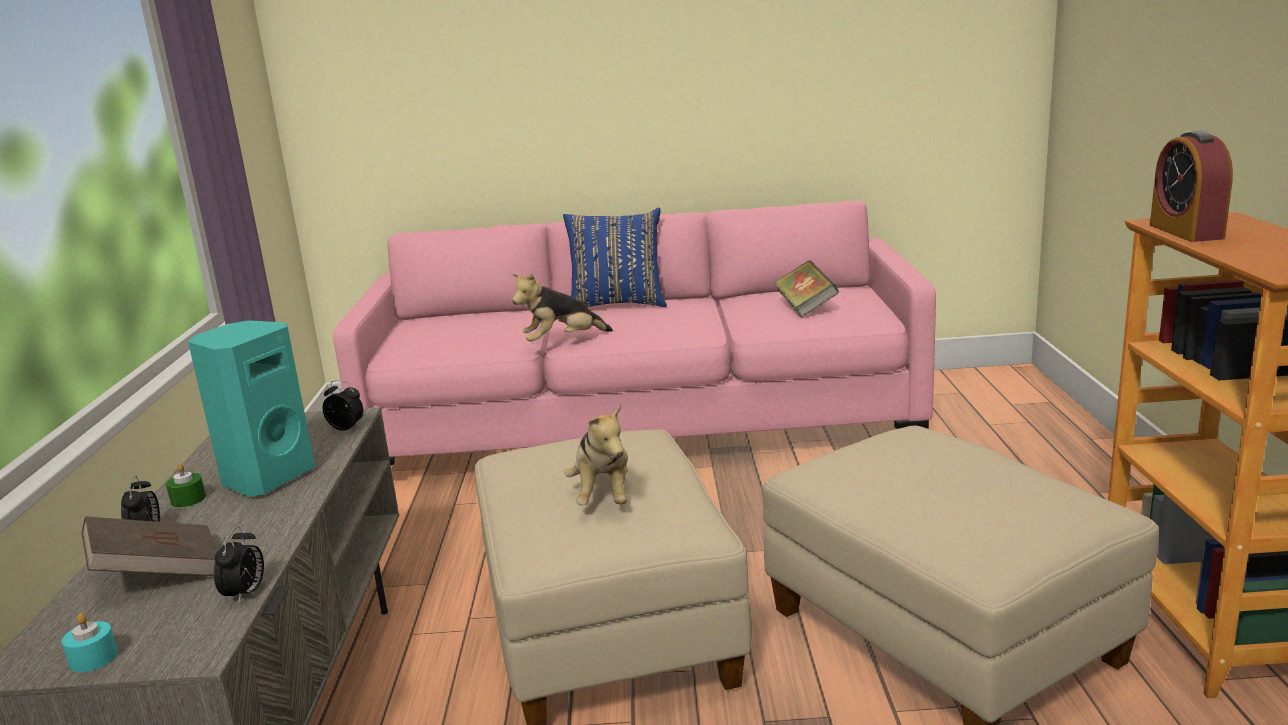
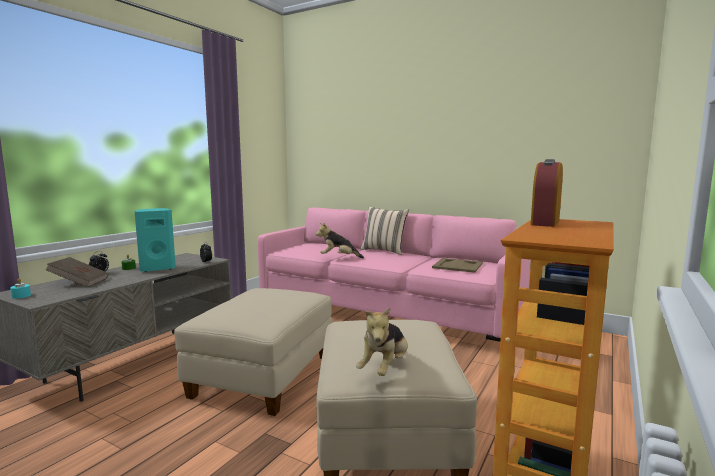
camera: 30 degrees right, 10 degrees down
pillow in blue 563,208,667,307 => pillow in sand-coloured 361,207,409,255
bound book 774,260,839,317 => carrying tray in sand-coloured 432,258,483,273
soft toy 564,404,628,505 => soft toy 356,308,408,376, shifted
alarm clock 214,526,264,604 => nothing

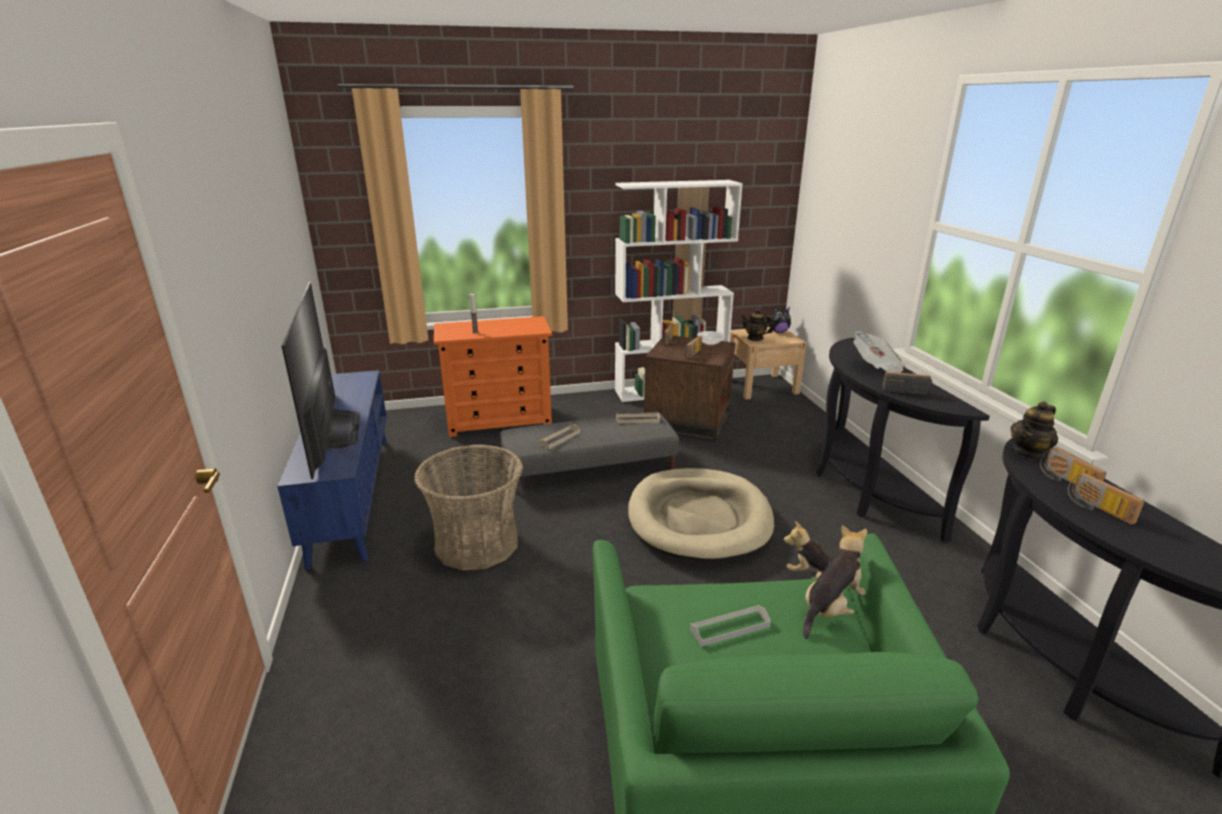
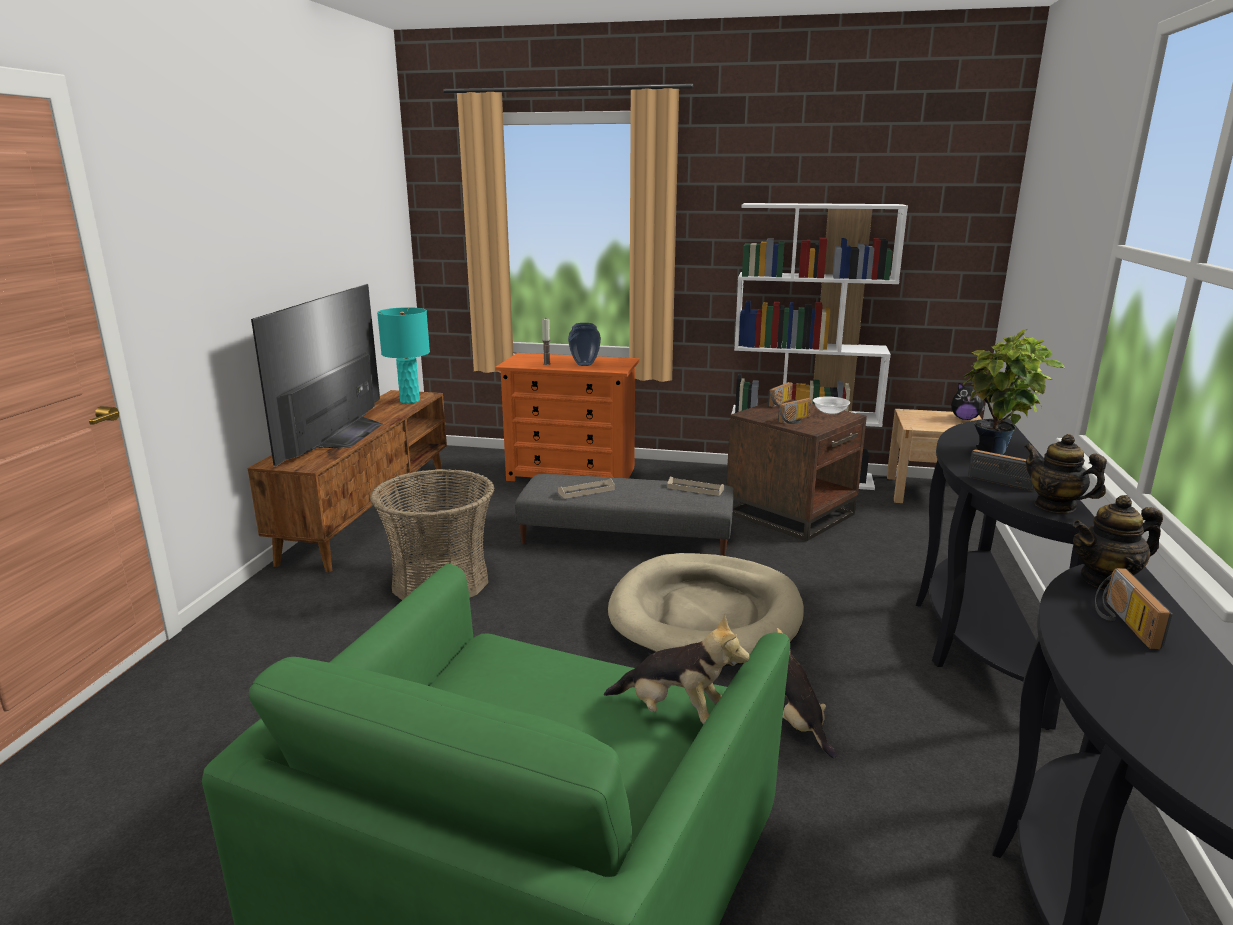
camera: 25 degrees right, 5 degrees down
tea pot 741,308,774,341 => tea pot 1024,434,1107,513, shifted
printed paper 853,331,906,373 => potted plant 963,329,1065,455
media console in blue 277,370,387,570 => media console in brownish 248,390,447,572
radio set 1067,473,1145,525 => nothing
soft toy 803,525,867,639 => soft toy 604,614,750,724, 45 degrees clockwise
carrying tray in grey 690,605,771,647 => nothing
nothing => tabletop lamp in blue-green 377,307,430,404
nothing => flower vase 568,323,601,366

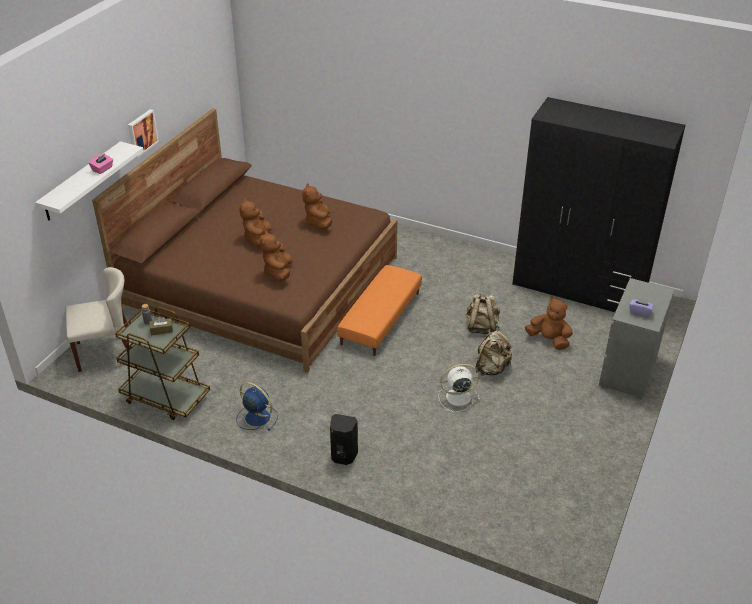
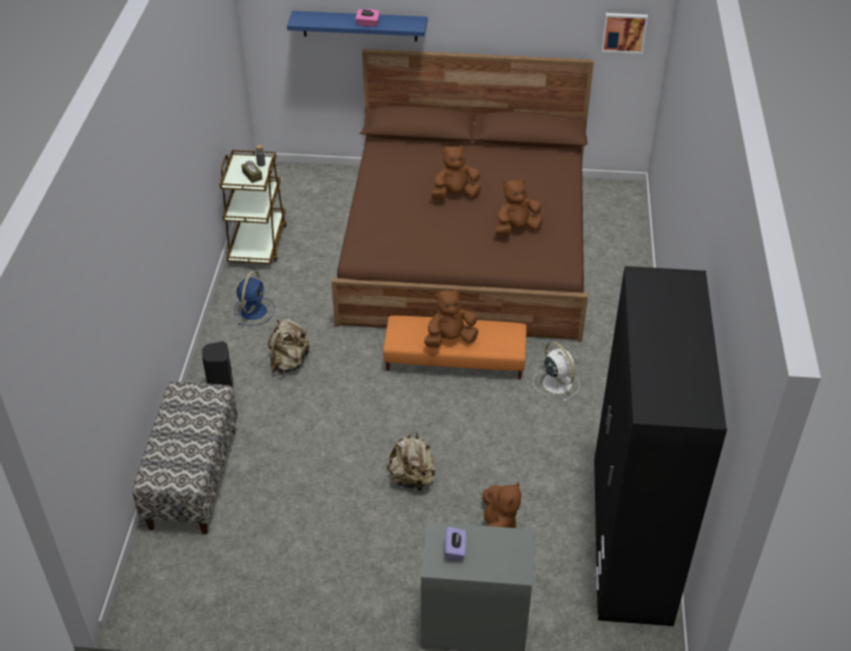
camera: 70 degrees right, 5 degrees up
picture 128,109,159,158 => picture 602,13,648,54, shifted
shelf in white-coloured 35,141,144,221 => shelf in blue 287,11,427,42
soft toy in brownish 259,230,293,282 => soft toy in brownish 424,289,479,348, shifted
plain chair in sand-coloured 65,267,130,372 => nothing
backpack in sand-coloured 466,293,500,334 => backpack in sand-coloured 268,319,311,375, shifted
fan in white-coloured 438,364,480,412 => fan in white-coloured 533,342,580,401, shifted
nothing => indoor bench 132,382,238,534

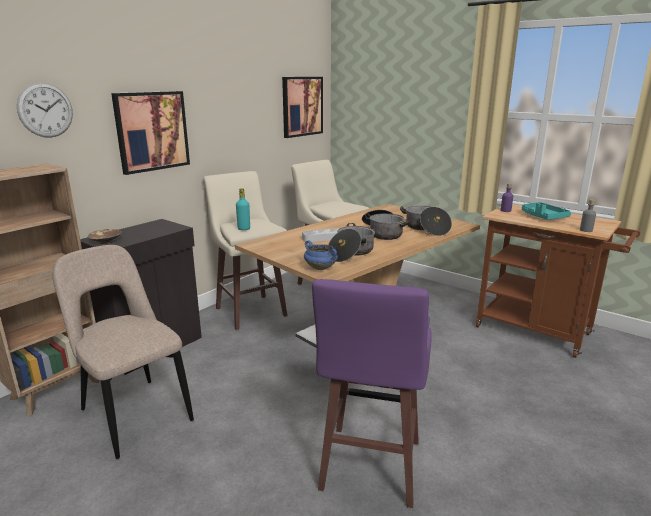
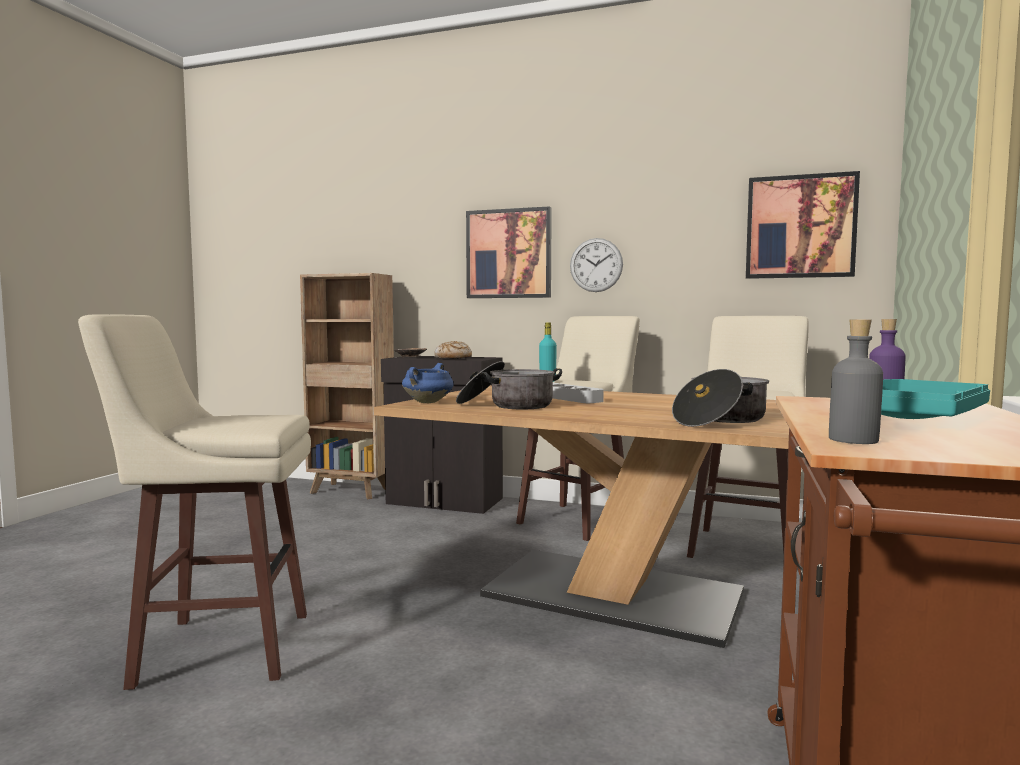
camera: 70 degrees right, 15 degrees down
wall clock 17,82,73,138 => wall clock 570,238,623,292, shifted
cooking pot 362,210,410,240 => nothing
plain chair in sand-coloured 52,245,194,459 => nothing
sitting stool in purplish 312,279,432,508 => sitting stool in sand-coloured 78,314,311,690
nothing => bread 434,341,472,359

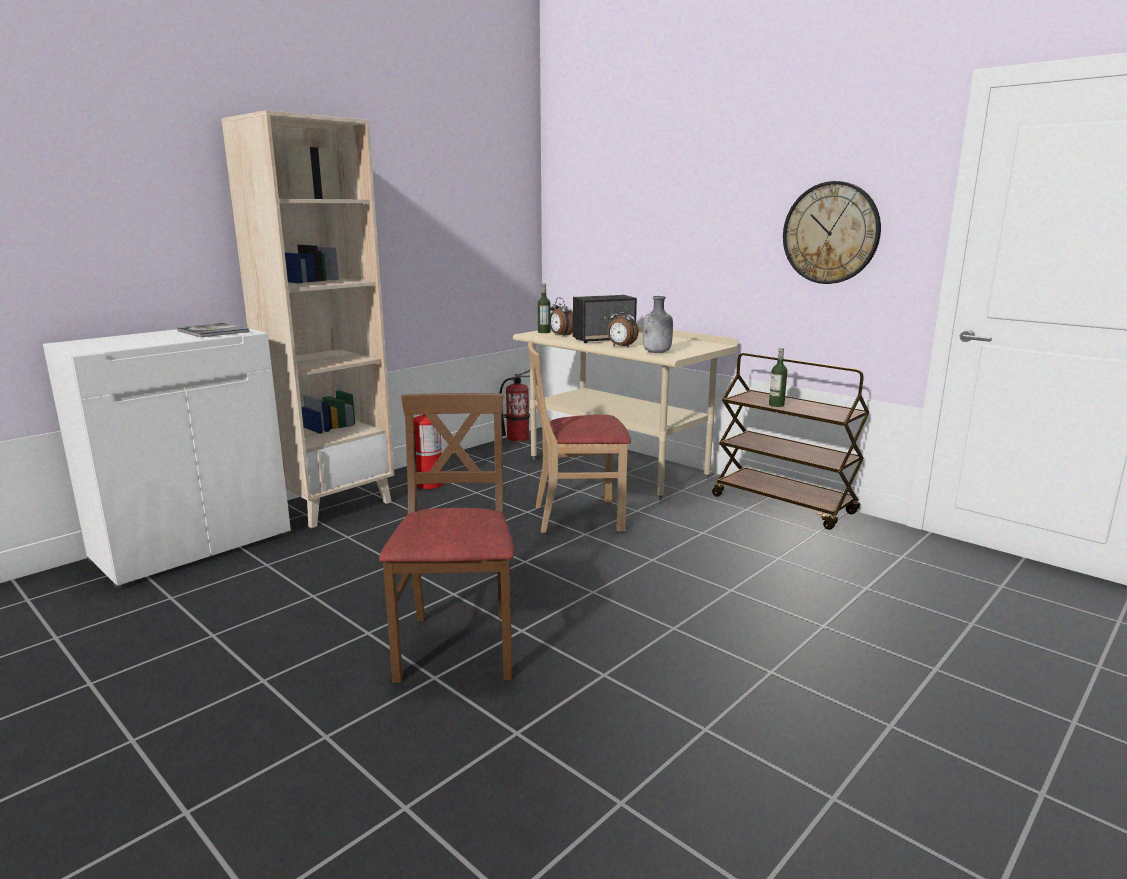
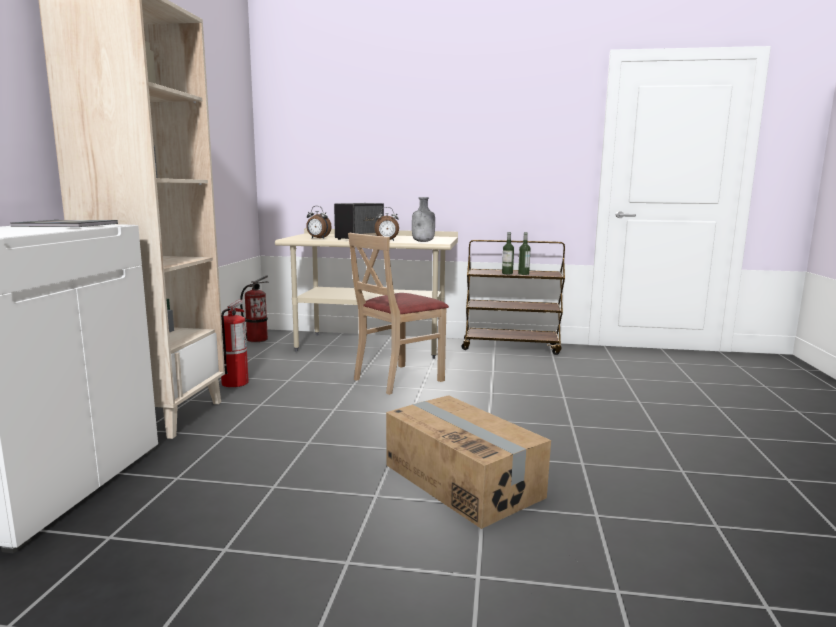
camera: 35 degrees left, 5 degrees down
wall clock 783,181,881,284 => nothing
bottle 538,284,551,333 => bottle 518,232,531,275, shifted
plain chair in brownish 379,393,514,683 => cardboard box 386,395,551,529

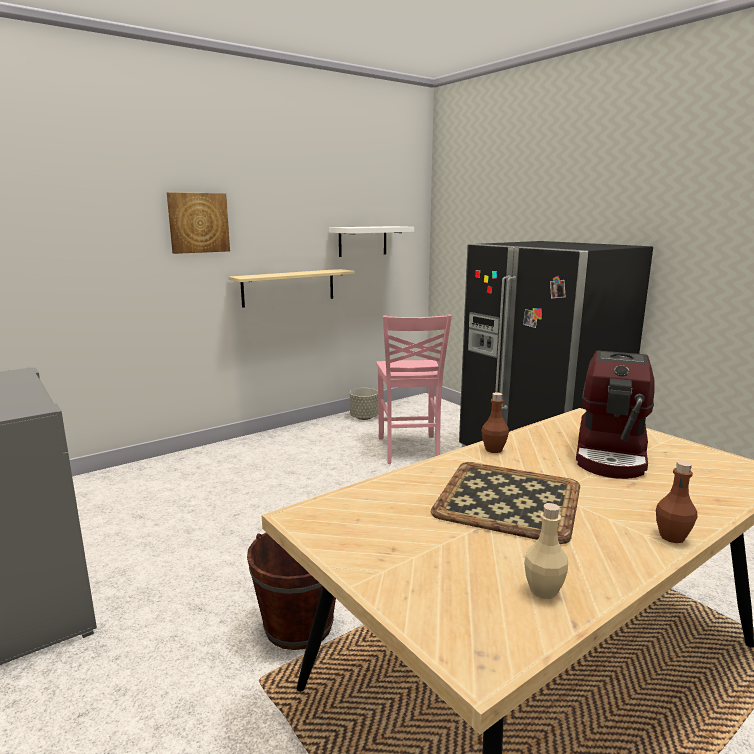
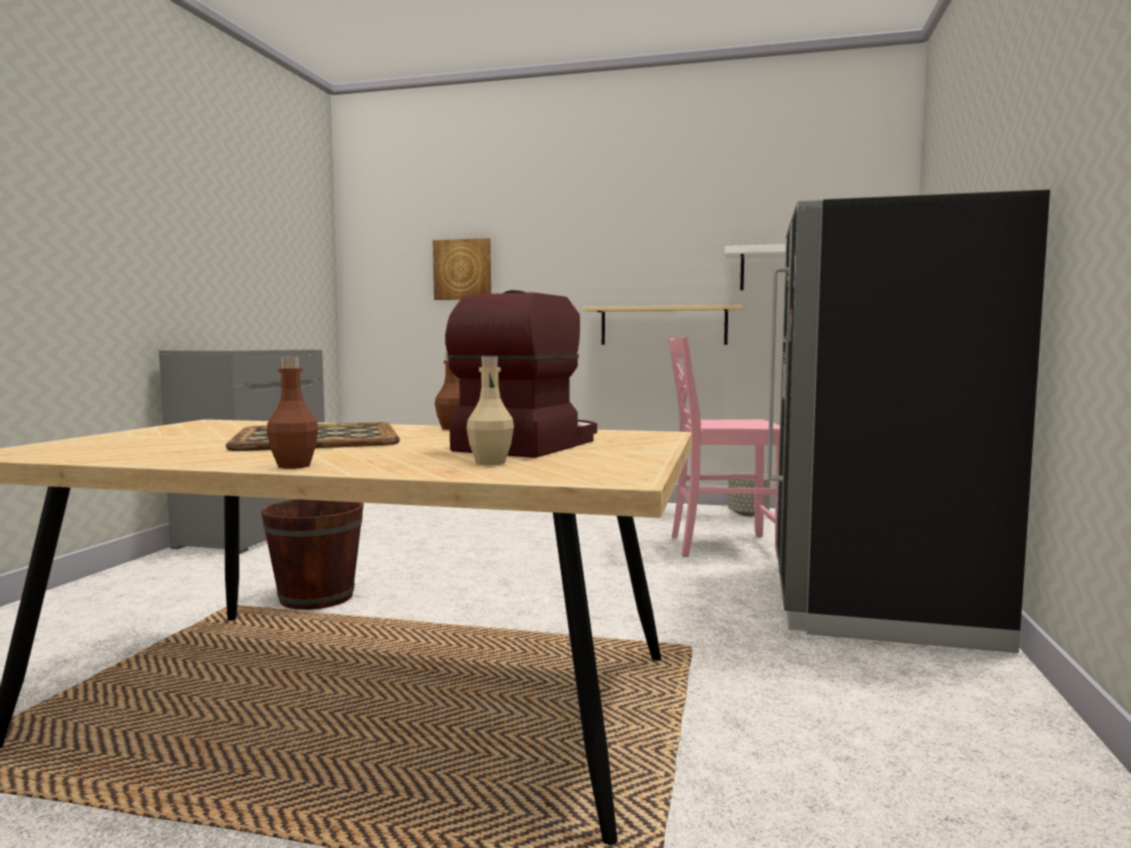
camera: 50 degrees right, 10 degrees down
picture 167,192,230,254 => picture 433,238,491,300, shifted
plain chair in pink-coloured 376,314,452,464 => plain chair in pink-coloured 668,336,780,558, 45 degrees clockwise
coffee maker 576,351,655,479 => coffee maker 445,290,597,458, 135 degrees clockwise
bottle in sand-coloured 524,503,568,599 => bottle in sand-coloured 466,356,514,465, shifted

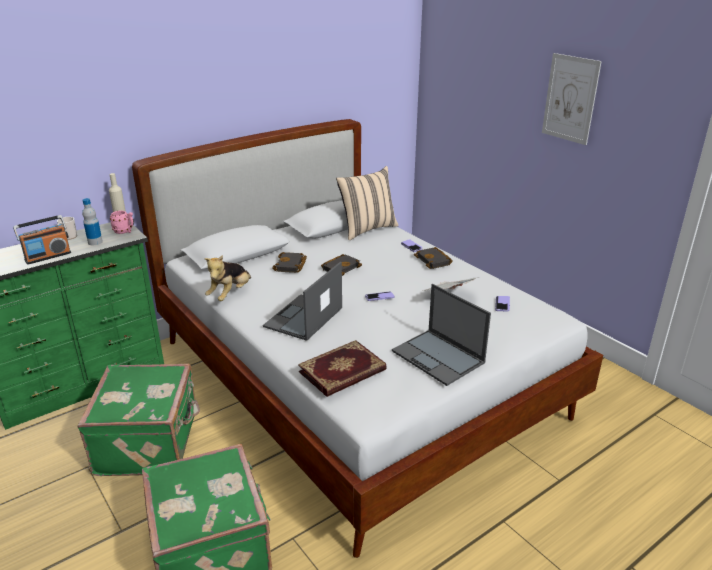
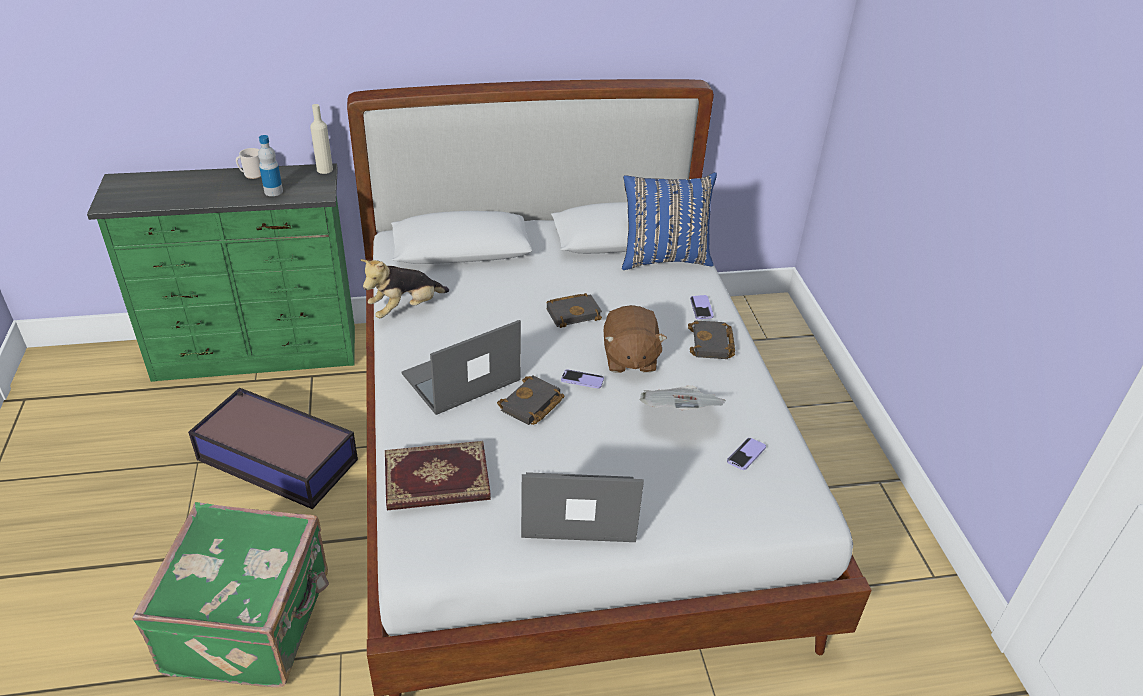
camera: 25 degrees right, 10 degrees up
picture 542,53,602,145 => nothing
pillow in sand-coloured 336,166,399,240 => pillow in blue 622,172,717,270
tea mug in pink-coloured 110,210,134,234 => nothing
radio set 13,215,71,265 => nothing
bound book in black 272,252,307,273 => bound book in black 497,375,565,425, shifted
notebook computer 392,284,491,386 => notebook computer 521,472,644,542, 105 degrees clockwise
travel case in green 77,364,200,476 => storage bin 188,388,358,509
nothing => soft toy in brownish 604,305,667,373

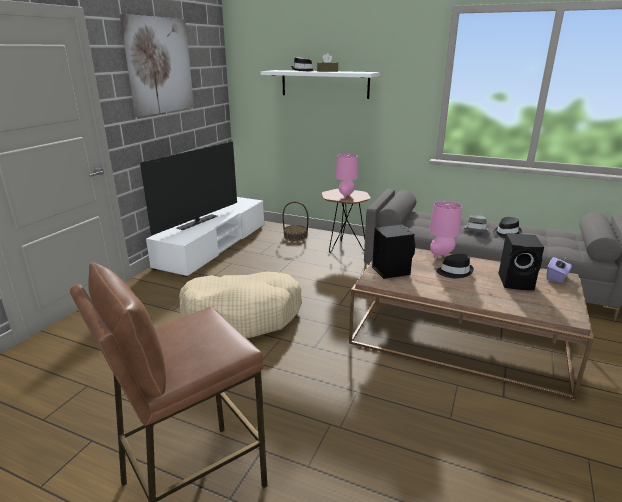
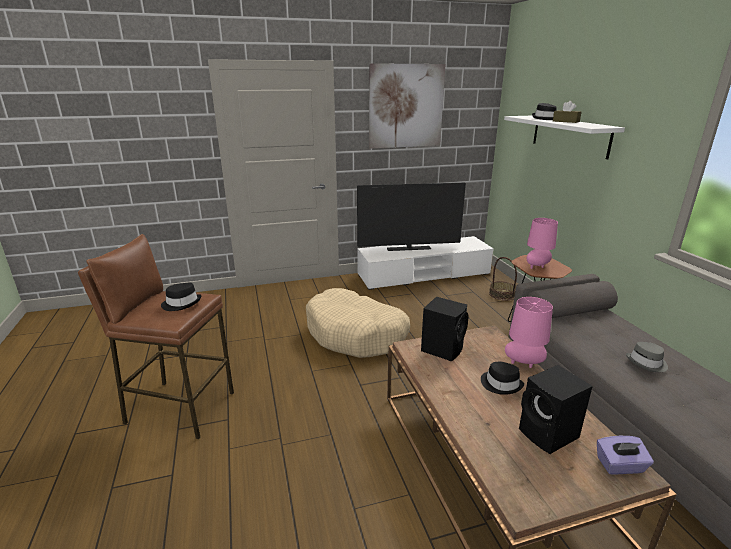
camera: 50 degrees right, 0 degrees up
clothing hat in black 493,217,522,238 => clothing hat in black 161,283,201,311, shifted

